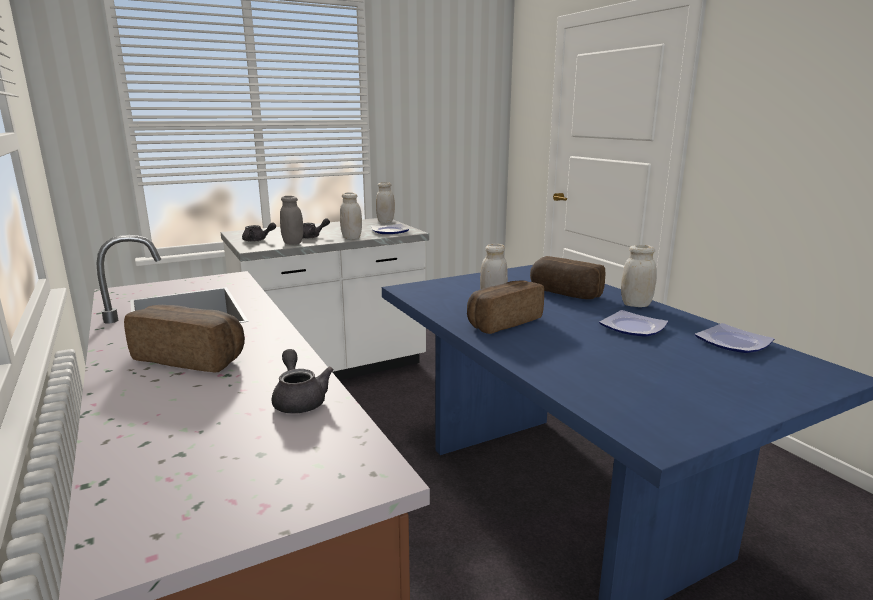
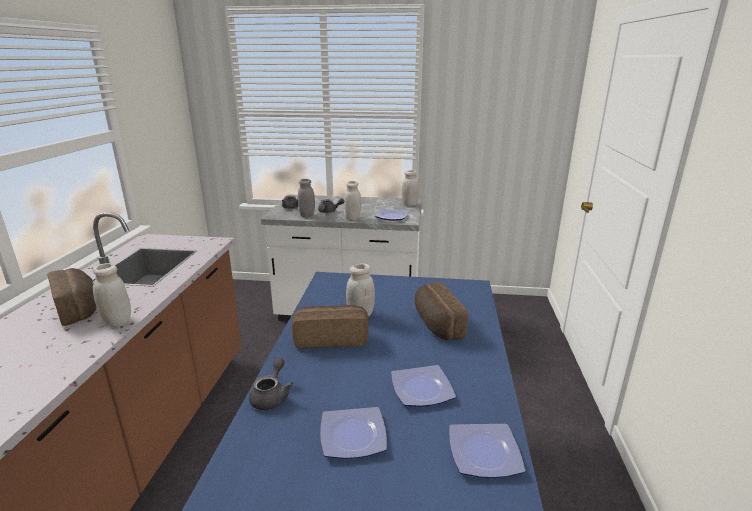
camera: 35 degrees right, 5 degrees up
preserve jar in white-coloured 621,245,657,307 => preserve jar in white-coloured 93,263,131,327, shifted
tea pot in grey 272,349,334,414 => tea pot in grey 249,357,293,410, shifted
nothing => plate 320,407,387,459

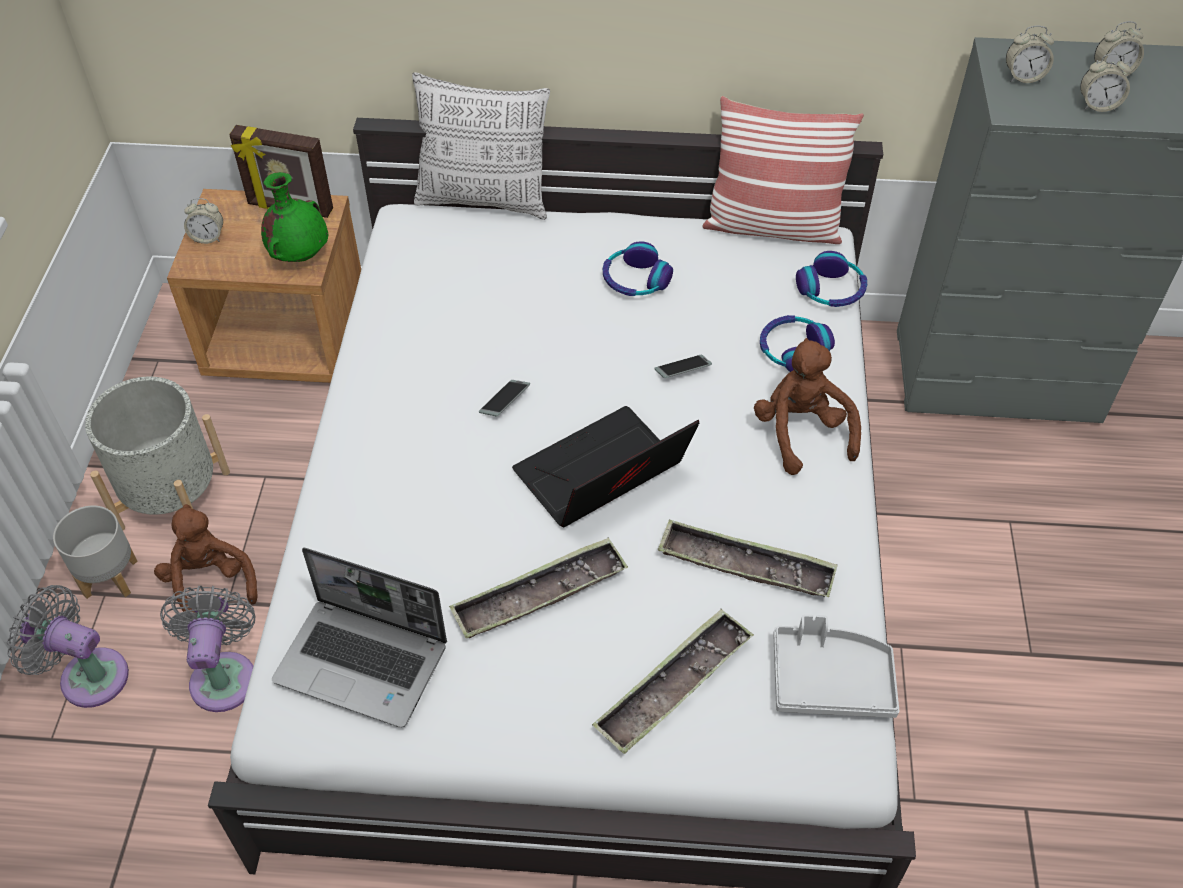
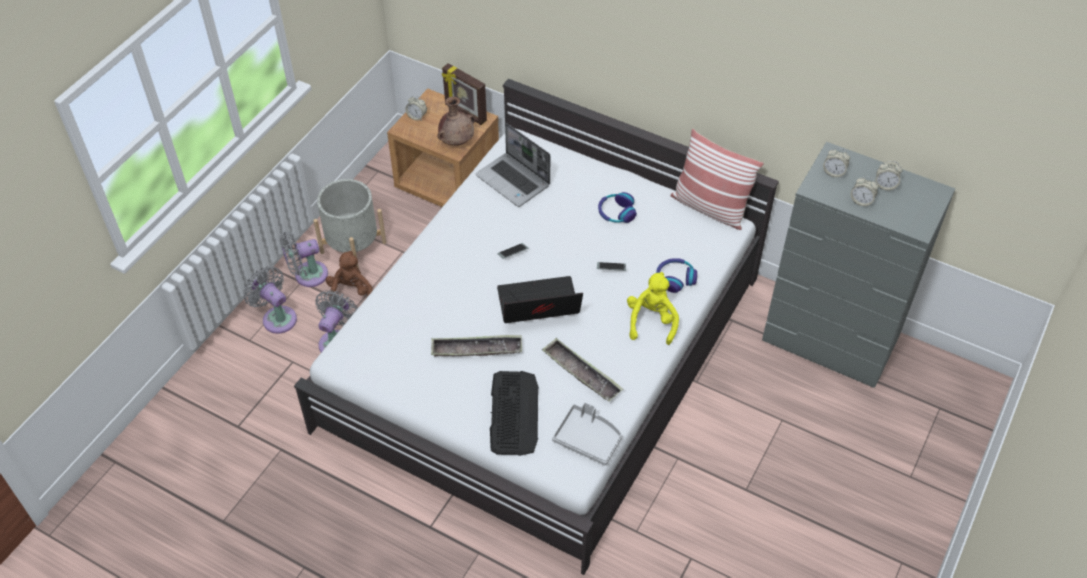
camera: 25 degrees right, 0 degrees up
pillow 412,72,550,220 => nothing
flower vase in green 261,172,329,262 => flower vase in brownish 438,96,475,146
headphones 796,251,867,307 => nothing
soft toy in brownish 754,338,861,475 => soft toy in yellow 627,272,679,345
flower pot in grey 53,506,138,599 => fan in grey 280,232,328,287
notebook computer 272,548,447,728 => notebook computer 476,123,550,207, shifted
carrying tray 592,609,754,754 => keyboard 490,371,539,456

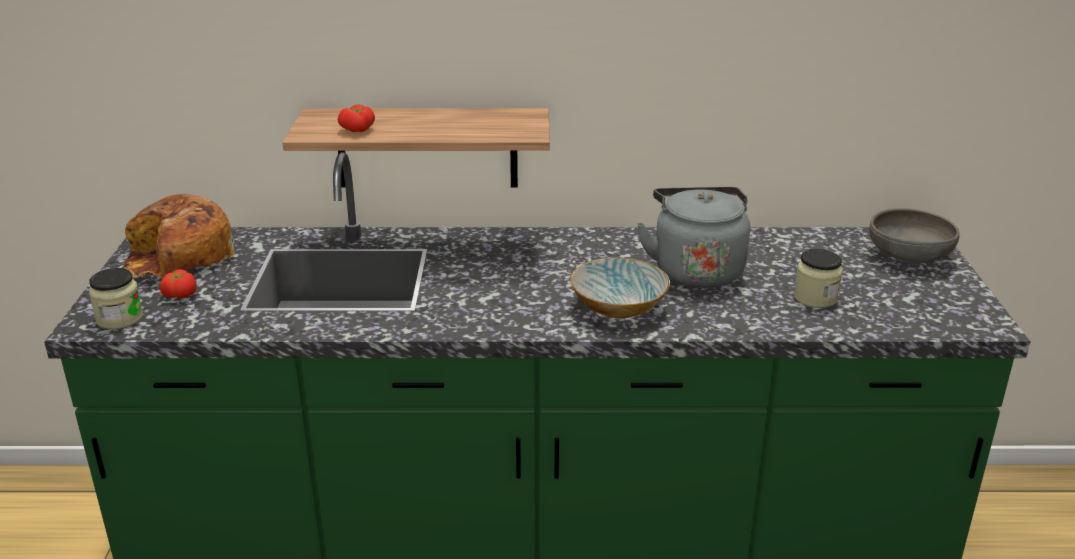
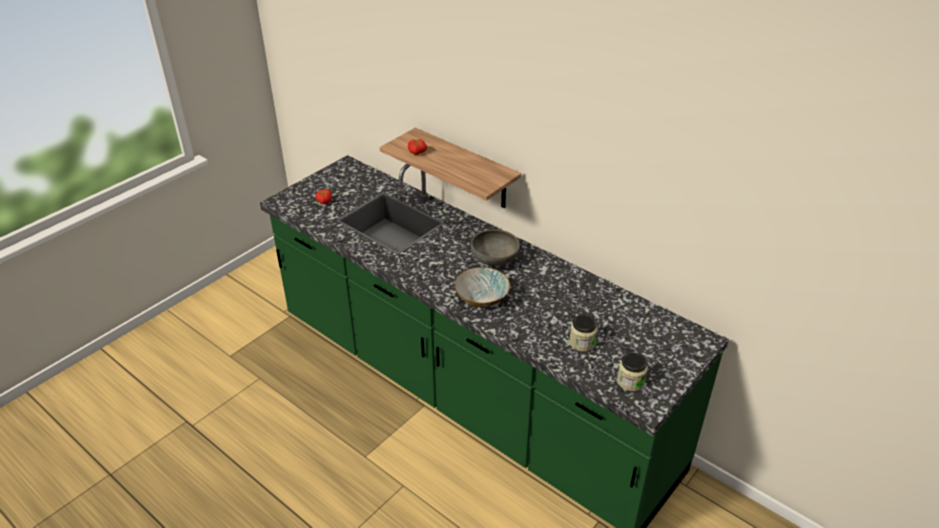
camera: 40 degrees right, 10 degrees up
tea kettle in grey 637,187,750,288 => nothing
bread 123,194,235,278 => nothing
serving bowl in grey 869,208,960,264 => serving bowl in grey 471,229,520,266, shifted
preserve jar 89,268,143,329 => preserve jar 617,352,648,391, shifted

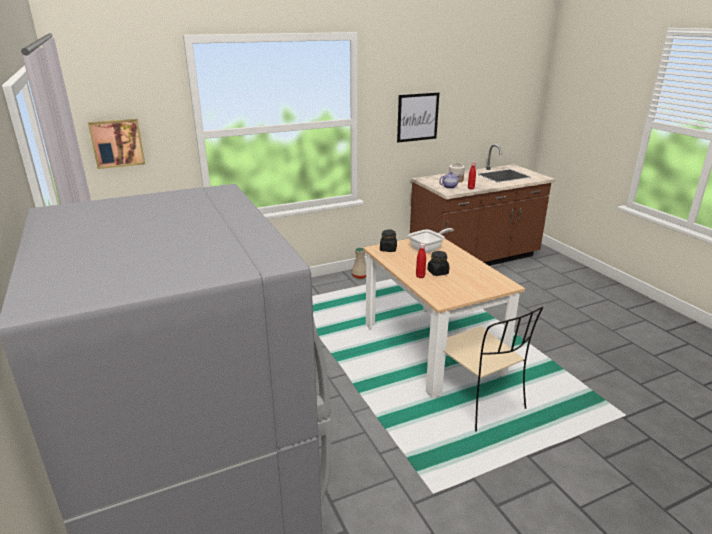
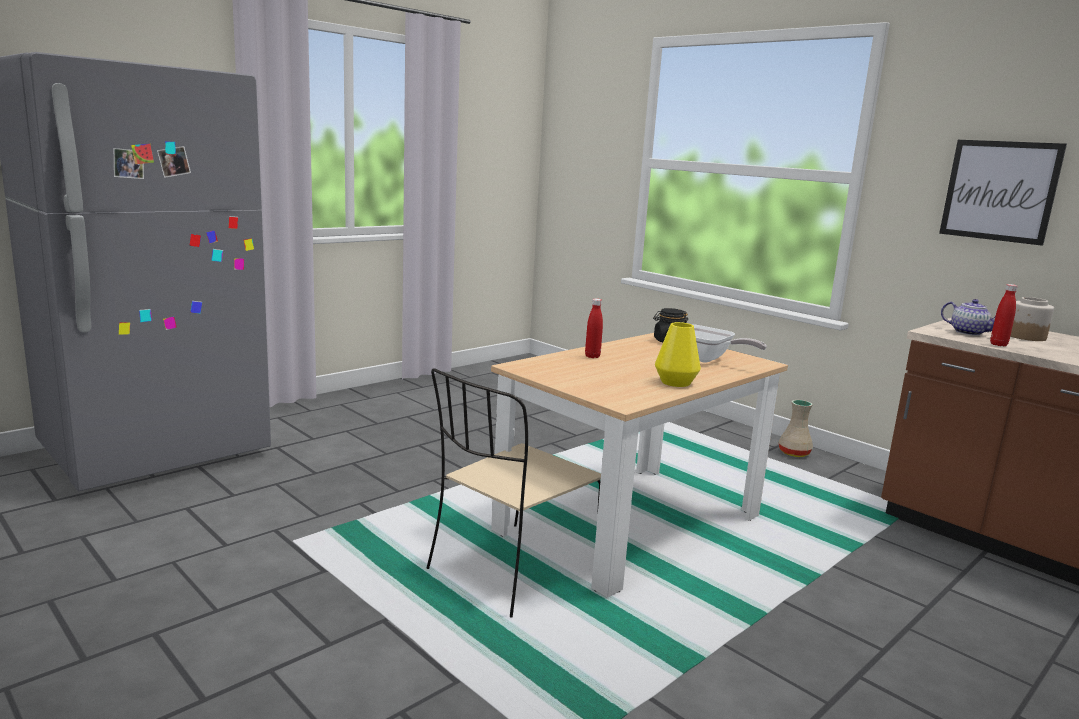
camera: 70 degrees right, 10 degrees down
picture 88,119,145,169 => nothing
preserve jar in black 427,251,449,276 => nothing
nothing => flower vase in yellow 655,322,701,387

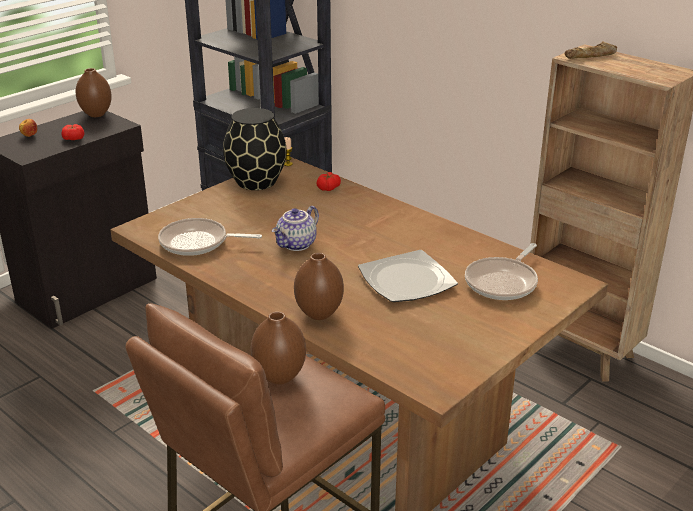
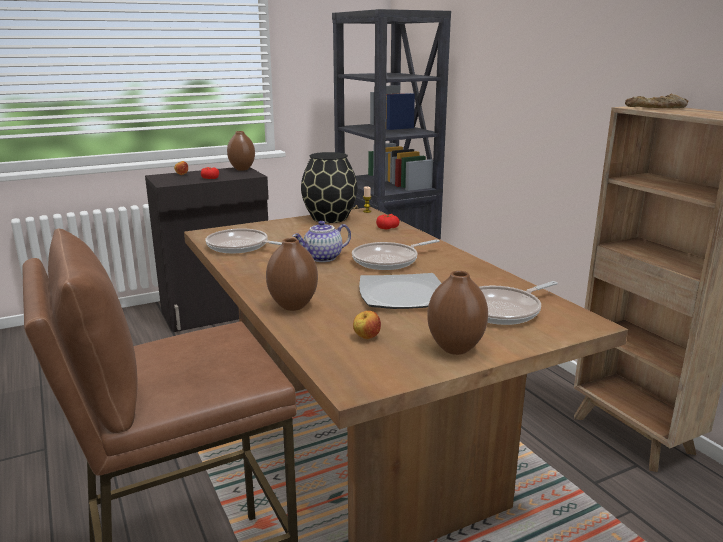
camera: 20 degrees right, 10 degrees down
flower vase in brownish 251,312,306,385 => flower vase in brownish 427,271,488,355, shifted
nothing => skillet 352,239,440,270
nothing => apple 353,311,381,339

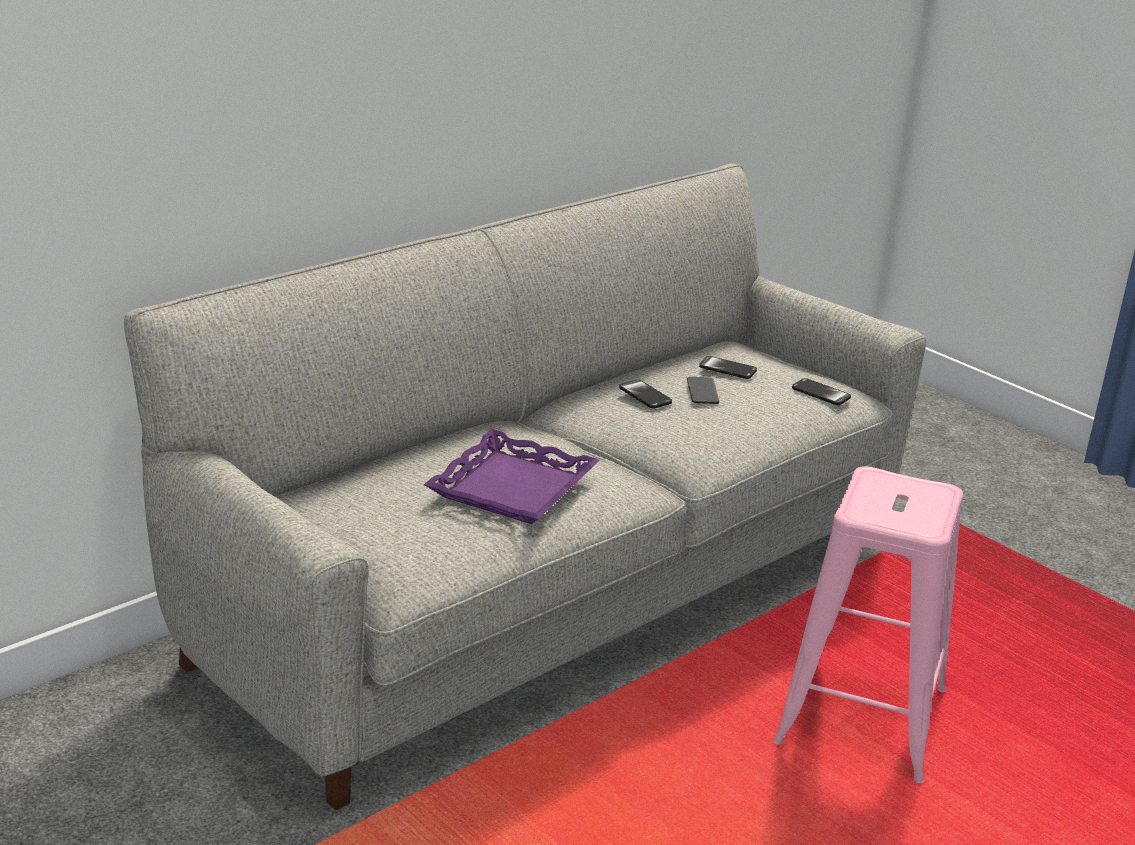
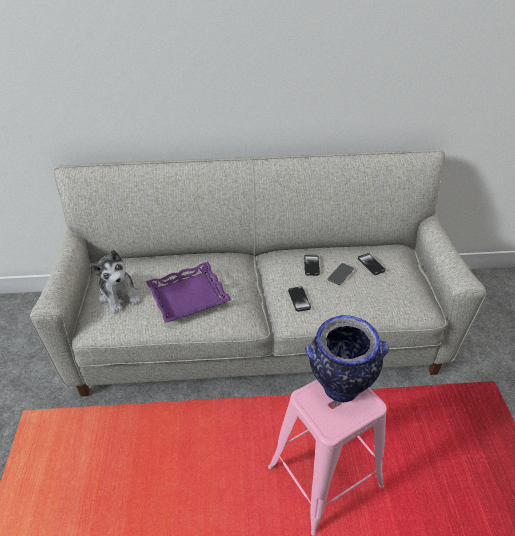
camera: 40 degrees right, 15 degrees up
handset 792,378,851,405 => handset 288,287,311,312, shifted
nothing => soft toy 90,250,141,314
nothing => flower vase 305,315,389,403

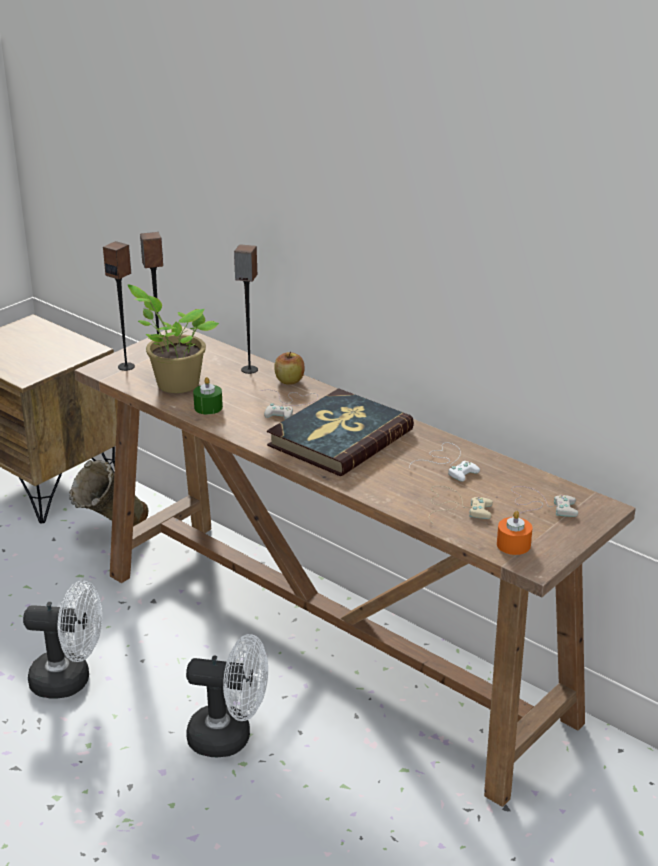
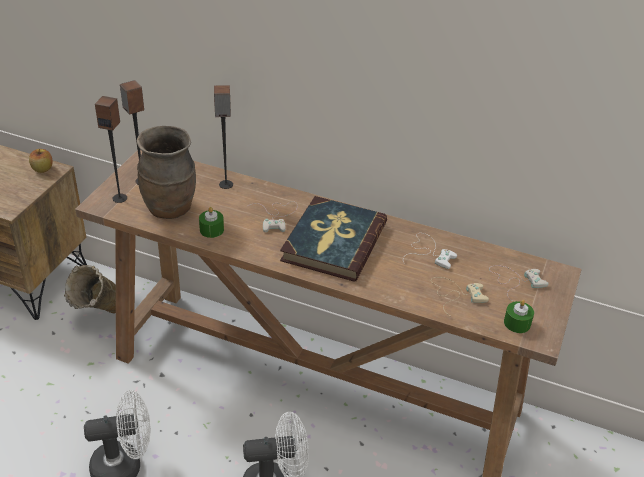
camera: 20 degrees left, 10 degrees up
potted plant 128,285,219,393 => flower vase in brownish 137,126,196,219
apple 274,351,305,385 => apple 29,149,53,173, shifted
wax candle in orange 497,511,532,555 => wax candle in green 504,300,534,333

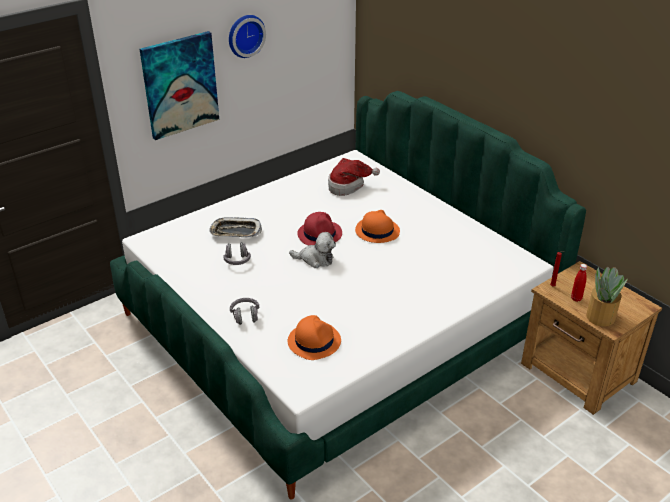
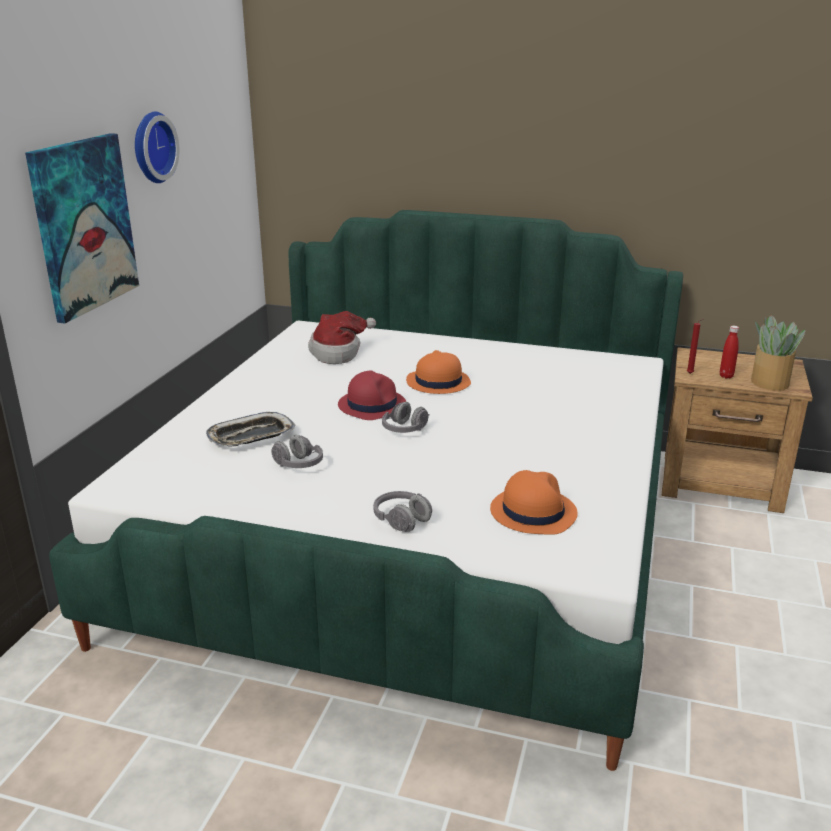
camera: 35 degrees left, 10 degrees down
soft toy 289,232,336,268 => headphones in grey 382,402,430,433

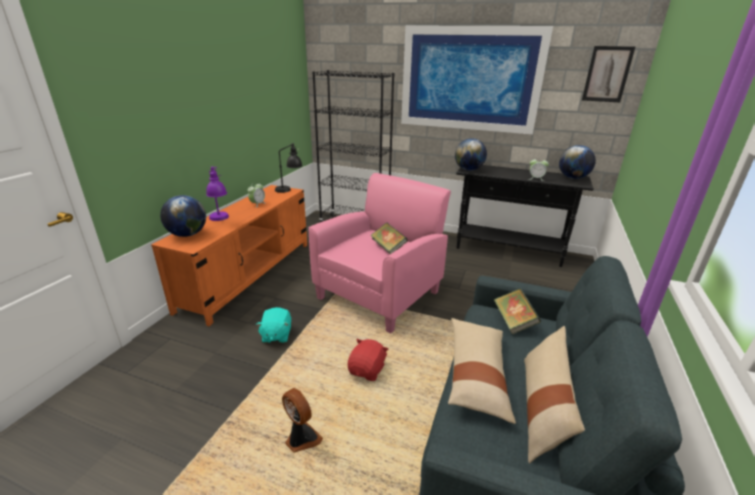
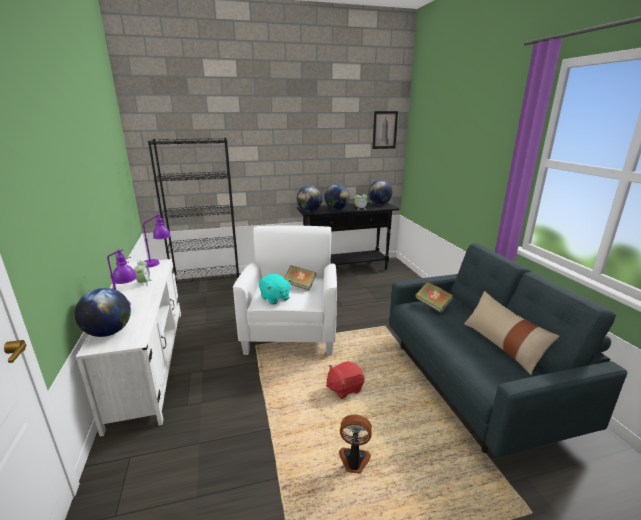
camera: 35 degrees left, 5 degrees down
picture 401,26,553,135 => nothing
tabletop lamp in black 275,143,303,193 => tabletop lamp in purplish 143,214,171,268
lounge chair in pink-coloured 309,173,451,333 => lounge chair in white-coloured 233,225,337,355
media console in orange 151,185,307,326 => media console in white-coloured 76,259,181,437
soft toy in blue-green 256,307,291,343 => soft toy in blue-green 259,274,291,305, shifted
pillow in sand-coloured 448,318,516,424 => nothing
soft toy in red 347,339,388,381 => soft toy in red 326,361,364,399, 105 degrees counterclockwise
nothing => desk globe 324,184,350,210

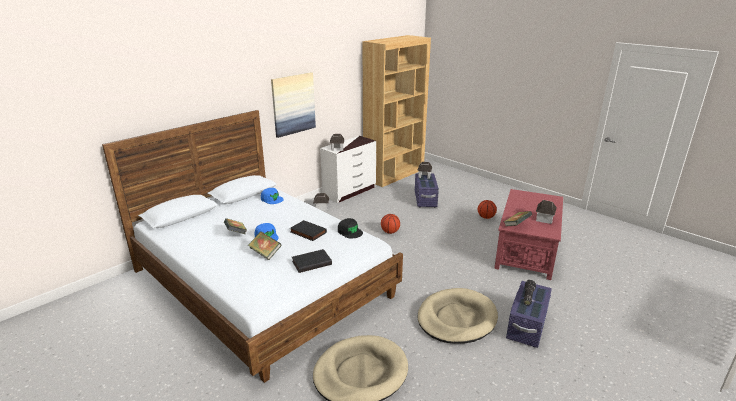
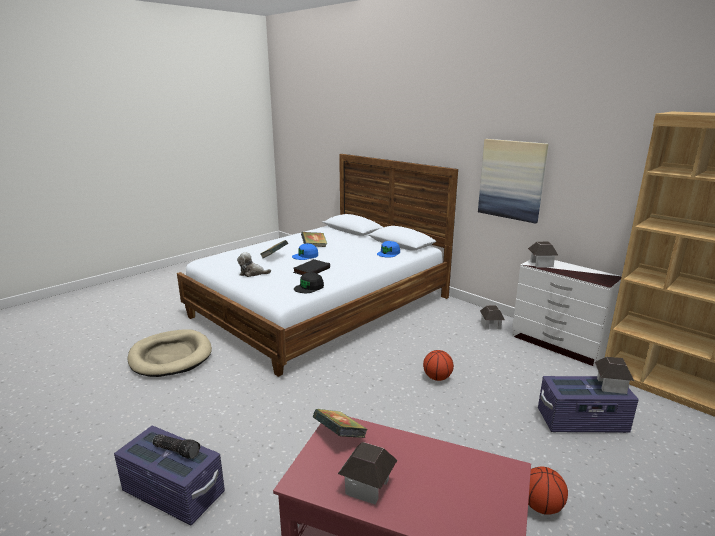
camera: 90 degrees right, 5 degrees down
bound book in black 292,249,332,273 => soft toy 237,252,271,277
dog cushion in sand-coloured 418,288,498,344 => nothing

